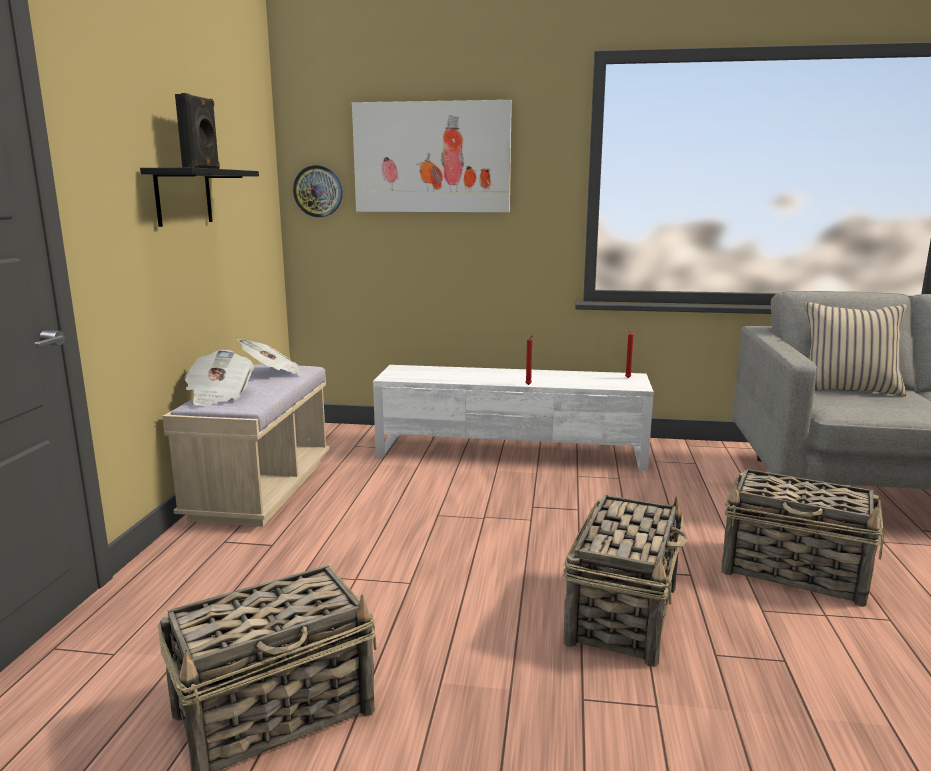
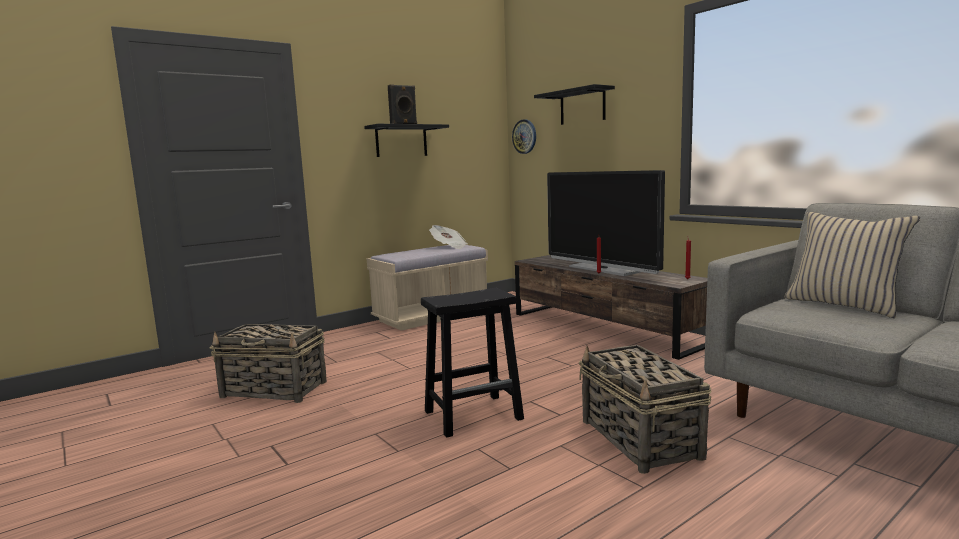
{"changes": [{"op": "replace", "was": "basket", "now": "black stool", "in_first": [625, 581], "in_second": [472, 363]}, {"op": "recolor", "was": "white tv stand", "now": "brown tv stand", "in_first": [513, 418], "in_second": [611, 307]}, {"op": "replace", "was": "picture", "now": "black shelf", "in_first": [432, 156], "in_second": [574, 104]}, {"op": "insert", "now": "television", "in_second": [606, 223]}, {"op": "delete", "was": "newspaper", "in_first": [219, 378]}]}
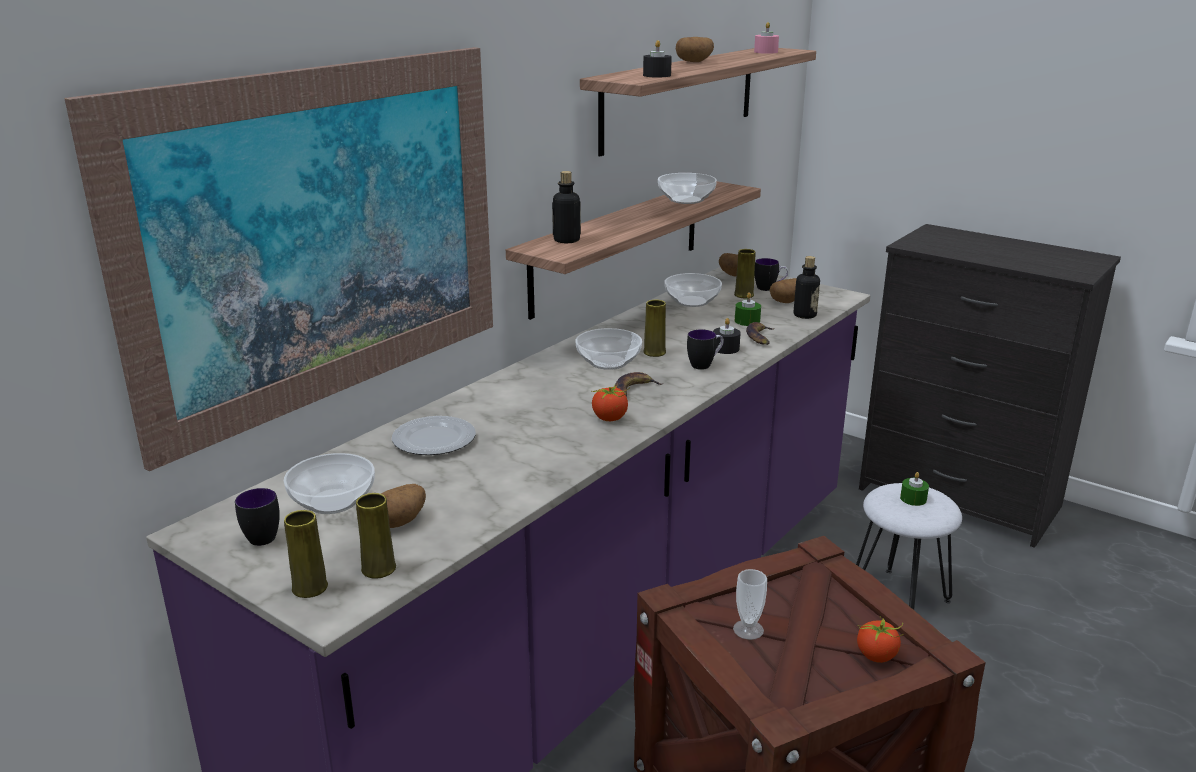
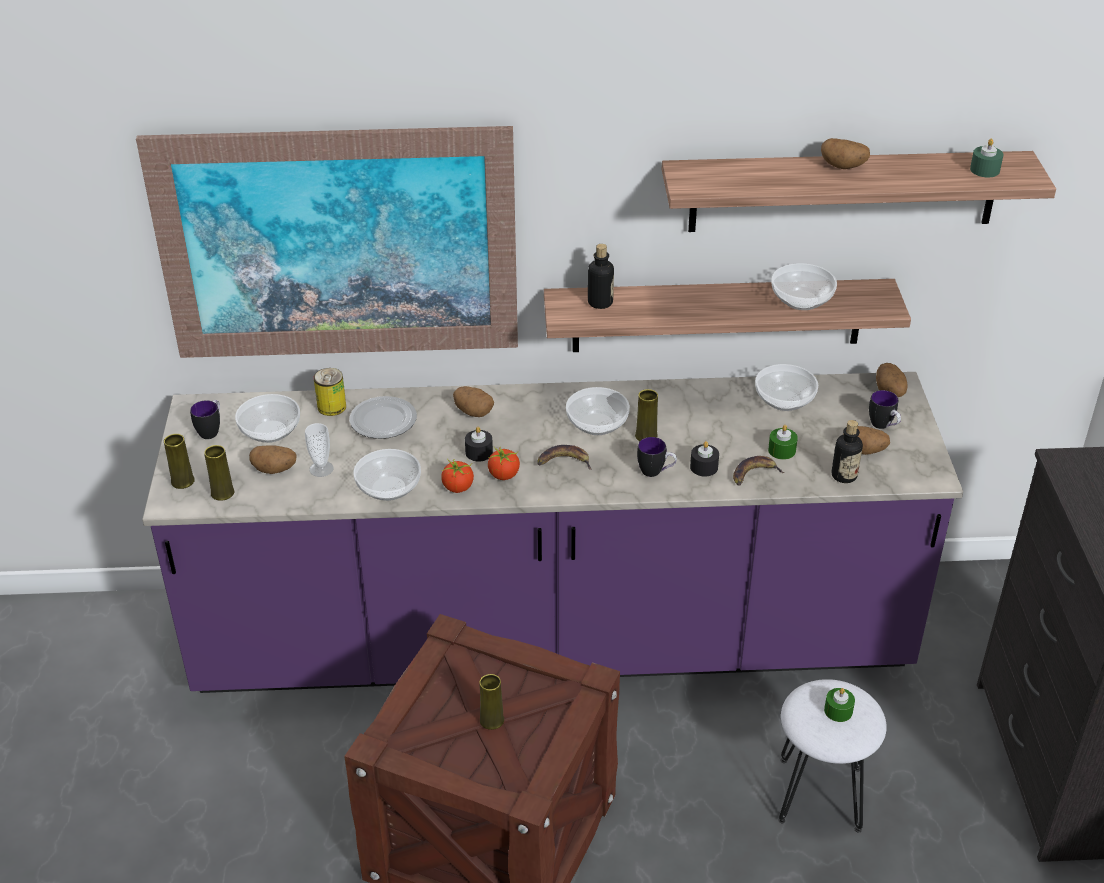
{"changes": [{"op": "move", "was": "cup", "in_first": [750, 604], "in_second": [319, 450]}, {"op": "insert", "now": "can", "in_second": [330, 392]}, {"op": "insert", "now": "bowl", "in_second": [387, 475]}, {"op": "move", "was": "tomato", "in_first": [880, 639], "in_second": [457, 476]}, {"op": "insert", "now": "potato", "in_second": [473, 401]}, {"op": "move", "was": "black candle", "in_first": [657, 59], "in_second": [479, 444]}, {"op": "move", "was": "yellow vase", "in_first": [744, 273], "in_second": [491, 702]}, {"op": "recolor", "was": "pink candle", "now": "green candle", "in_first": [766, 38], "in_second": [986, 158]}]}
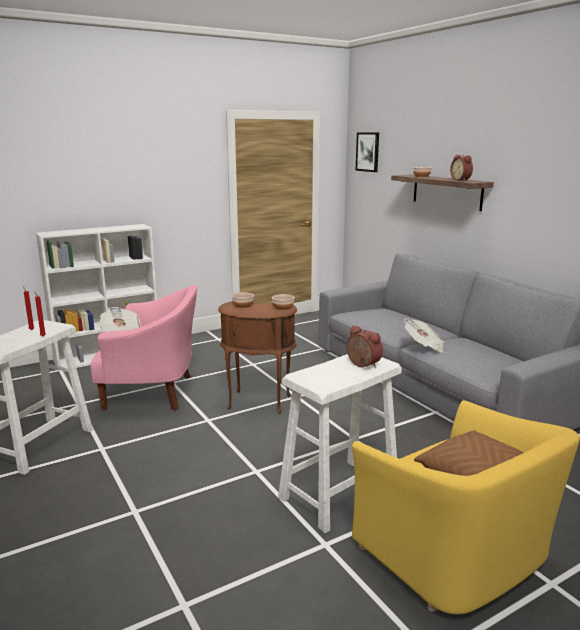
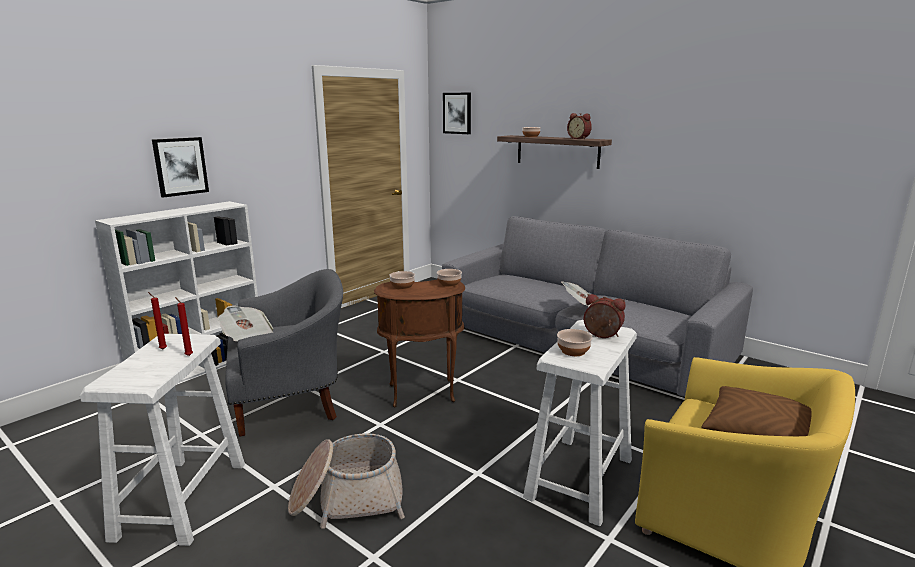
{"changes": [{"op": "insert", "now": "picture", "in_second": [180, 167]}, {"op": "recolor", "was": "pink armchair", "now": "grey armchair", "in_first": [143, 348], "in_second": [284, 353]}, {"op": "insert", "now": "basket", "in_second": [346, 481]}, {"op": "insert", "now": "bowl", "in_second": [575, 342]}]}
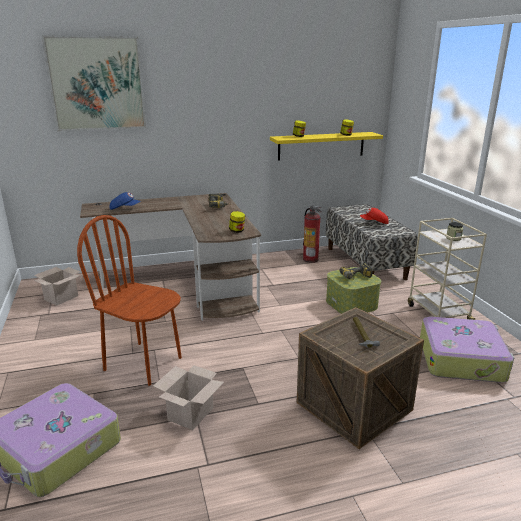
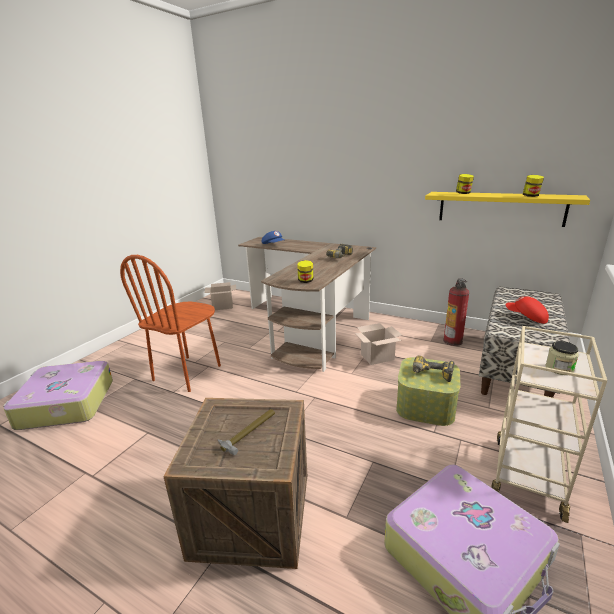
{"changes": [{"op": "rotate", "was": "brown chair", "in_first": [129, 300], "in_second": [170, 323], "clockwise": -135}, {"op": "move", "was": "cardboard box", "in_first": [188, 397], "in_second": [378, 344]}, {"op": "delete", "was": "picture", "in_first": [94, 83]}]}
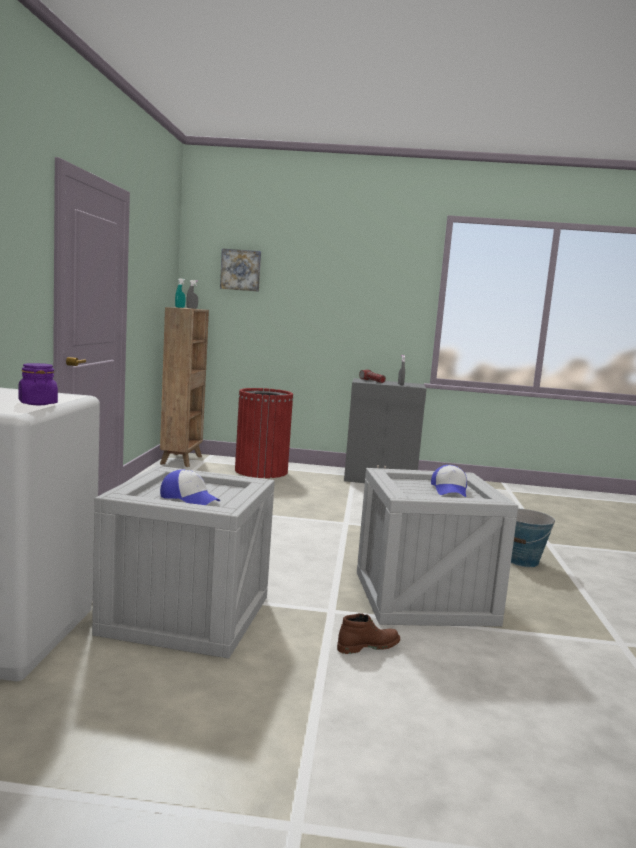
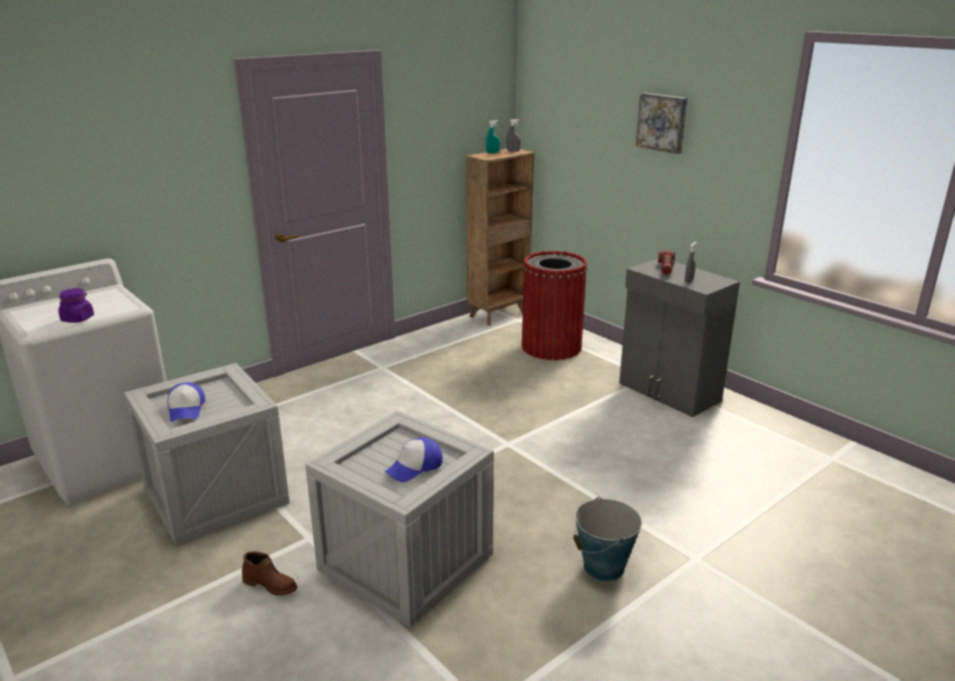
{"changes": [{"op": "move", "was": "picture", "in_first": [240, 270], "in_second": [662, 123]}]}
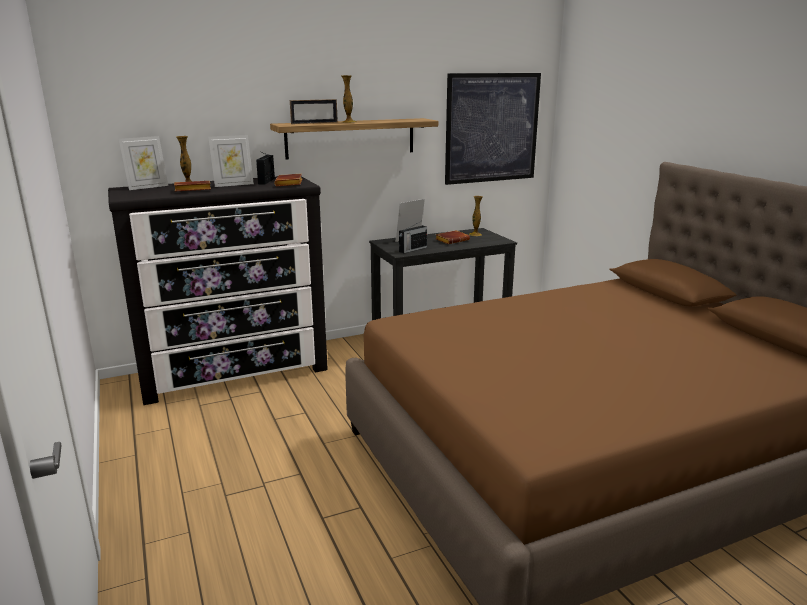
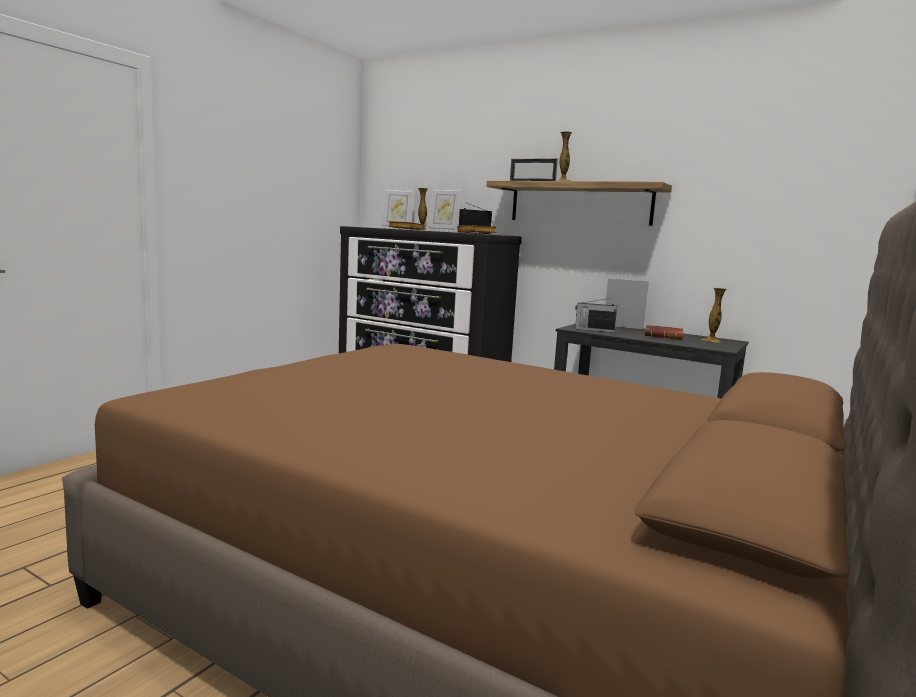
{"changes": [{"op": "delete", "was": "picture", "in_first": [493, 129]}]}
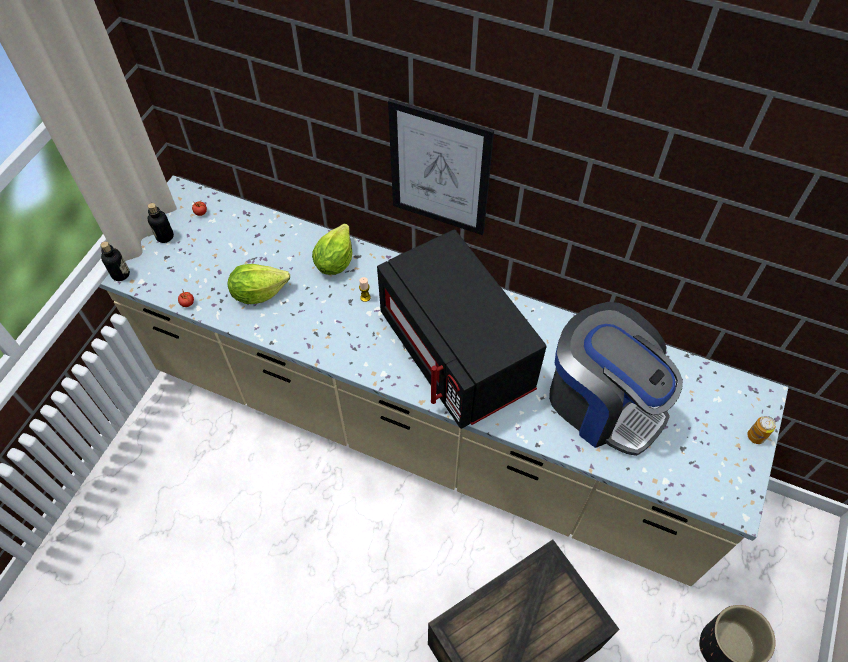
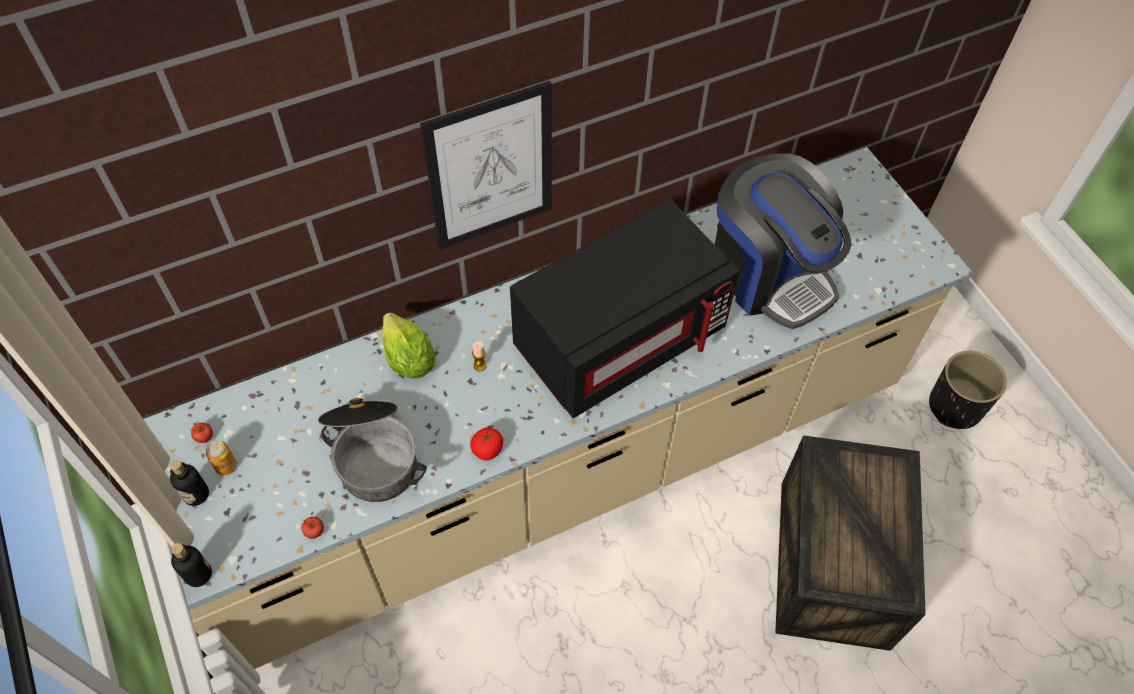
{"changes": [{"op": "move", "was": "can", "in_first": [761, 430], "in_second": [221, 457]}, {"op": "replace", "was": "lettuce", "now": "cooking pot", "in_first": [259, 284], "in_second": [372, 450]}, {"op": "insert", "now": "tomato", "in_second": [486, 443]}, {"op": "rotate", "was": "black microwave", "in_first": [462, 329], "in_second": [625, 309], "clockwise": -45}, {"op": "rotate", "was": "coffee machine", "in_first": [616, 379], "in_second": [783, 241], "clockwise": 60}]}
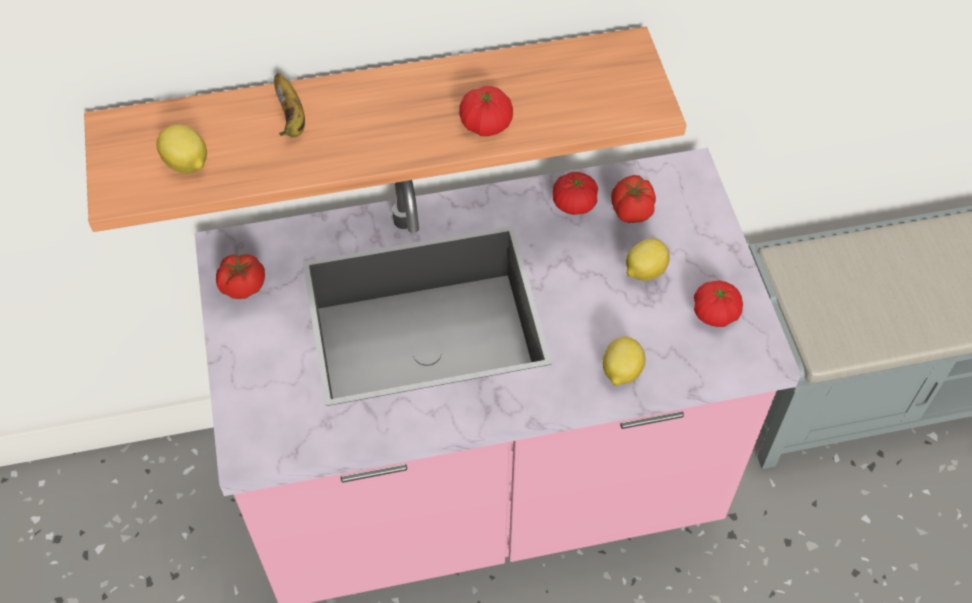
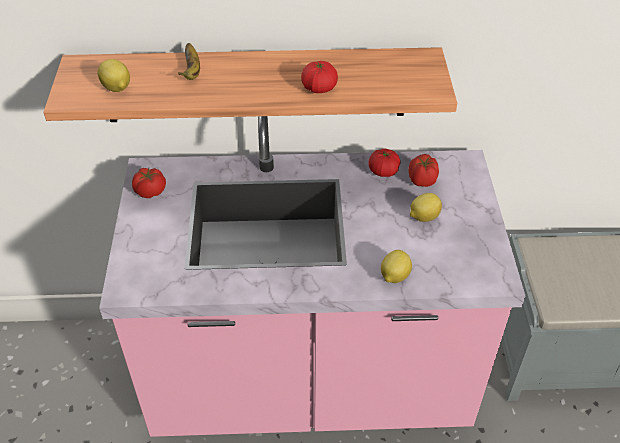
{"changes": [{"op": "delete", "was": "tomato", "in_first": [718, 303]}]}
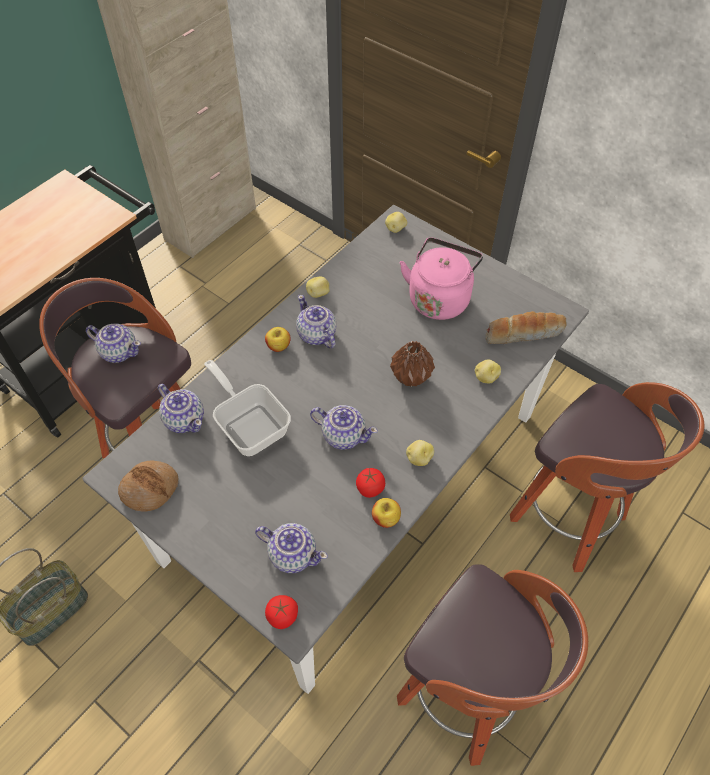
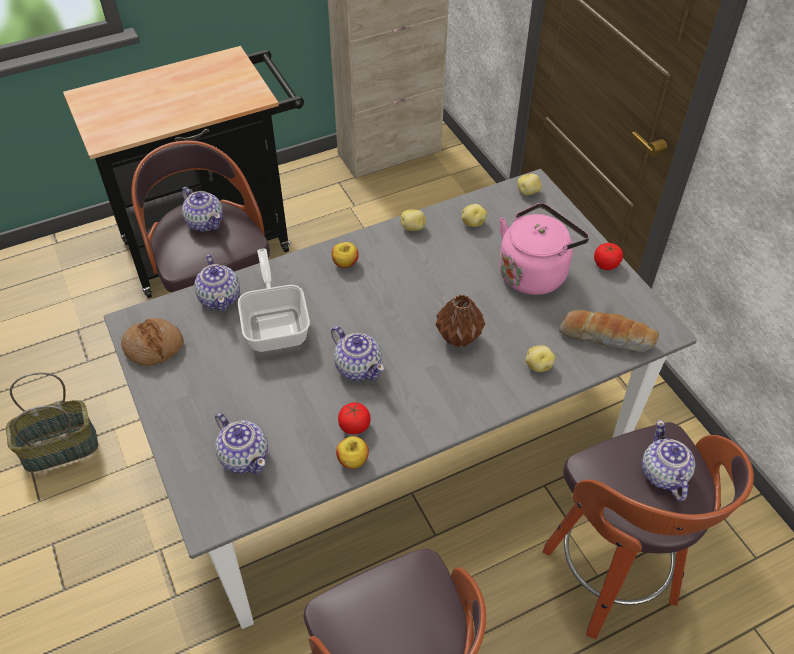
{"changes": [{"op": "move", "was": "potato", "in_first": [420, 453], "in_second": [474, 215]}, {"op": "move", "was": "tomato", "in_first": [281, 612], "in_second": [608, 256]}, {"op": "move", "was": "teapot", "in_first": [316, 321], "in_second": [669, 460]}]}
